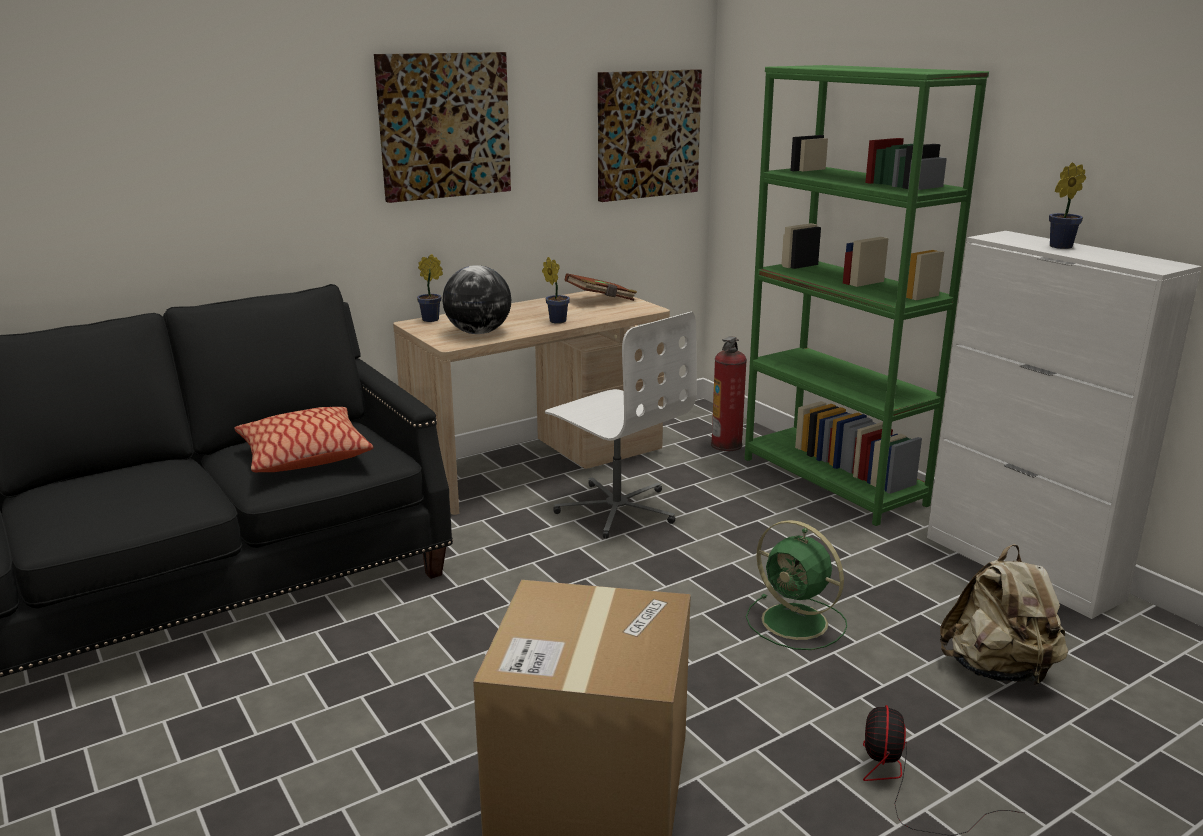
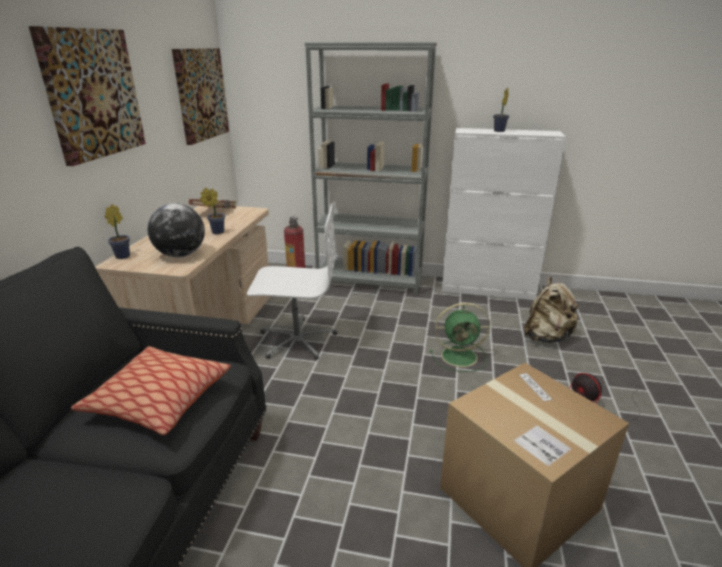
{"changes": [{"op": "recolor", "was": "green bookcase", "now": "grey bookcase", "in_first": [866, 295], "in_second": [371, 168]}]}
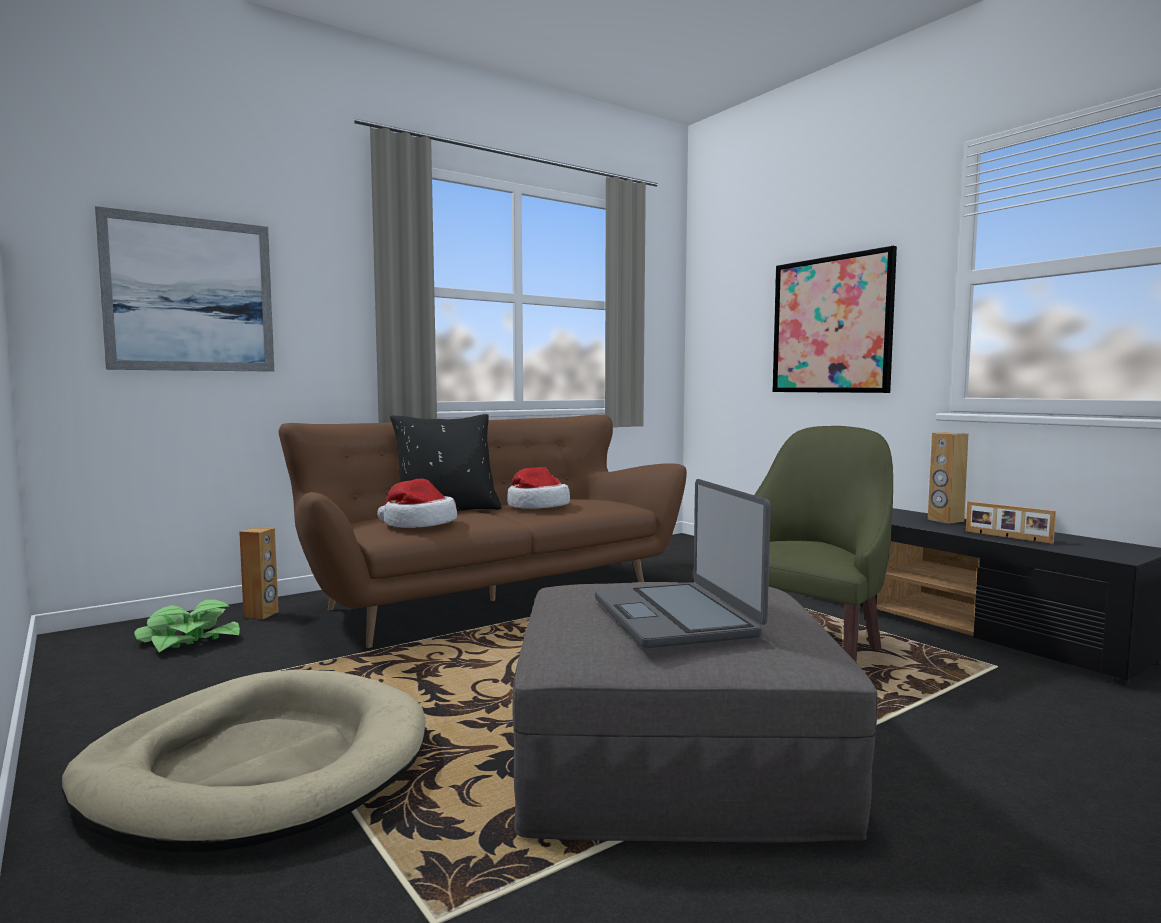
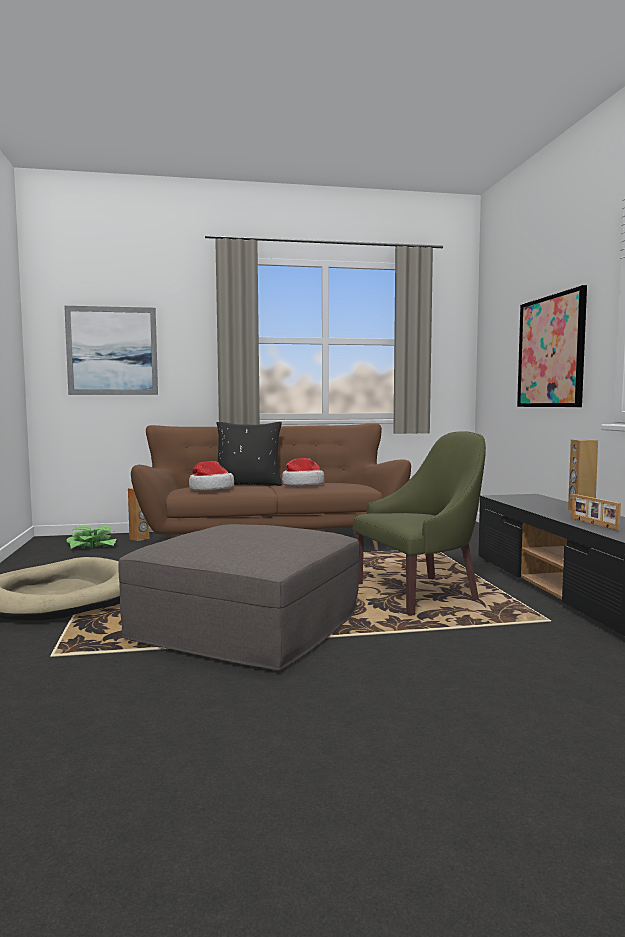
{"changes": [{"op": "delete", "was": "laptop", "in_first": [683, 563]}]}
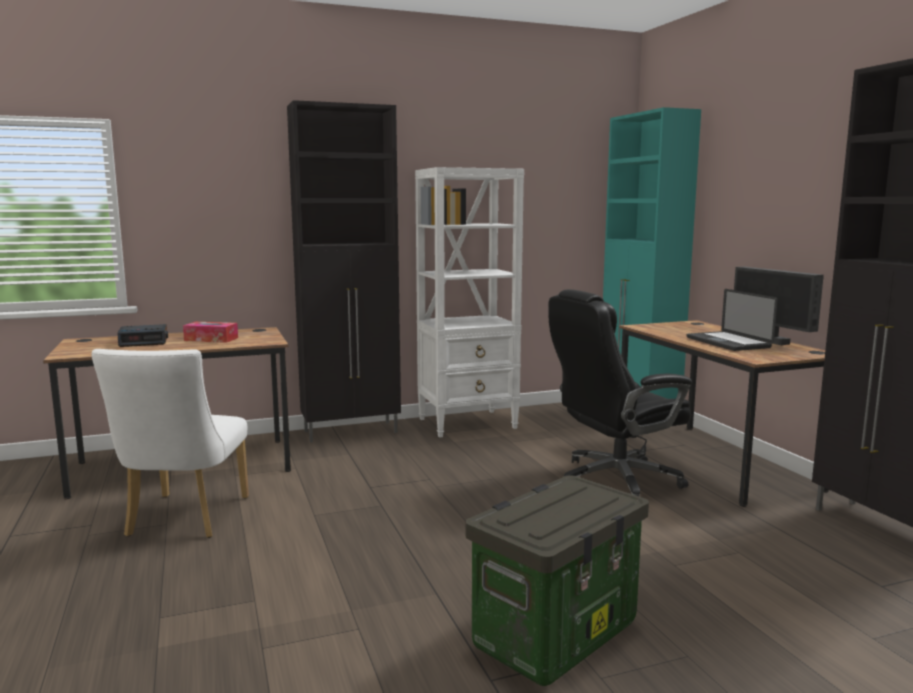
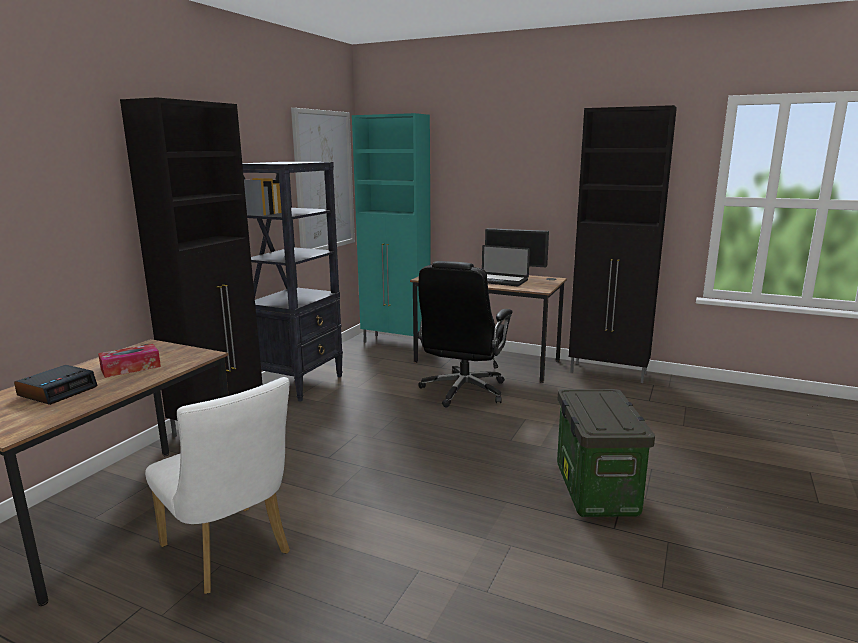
{"changes": [{"op": "recolor", "was": "white bookcase", "now": "black bookcase", "in_first": [469, 302], "in_second": [292, 282]}, {"op": "insert", "now": "picture", "in_second": [323, 179]}]}
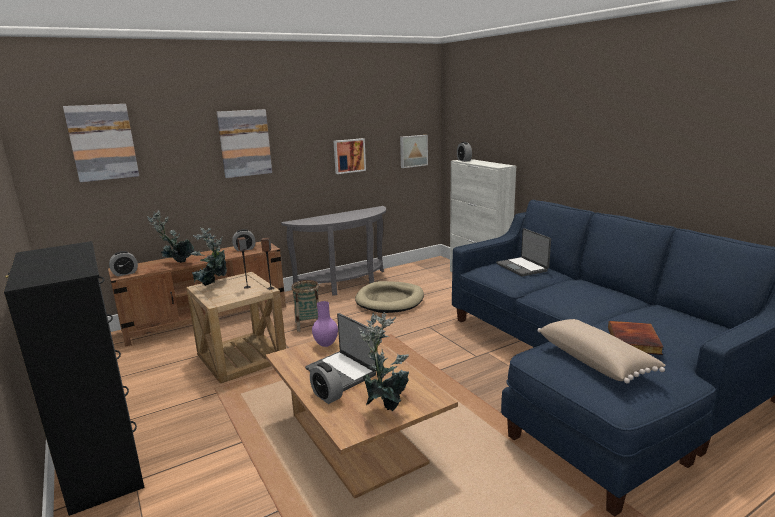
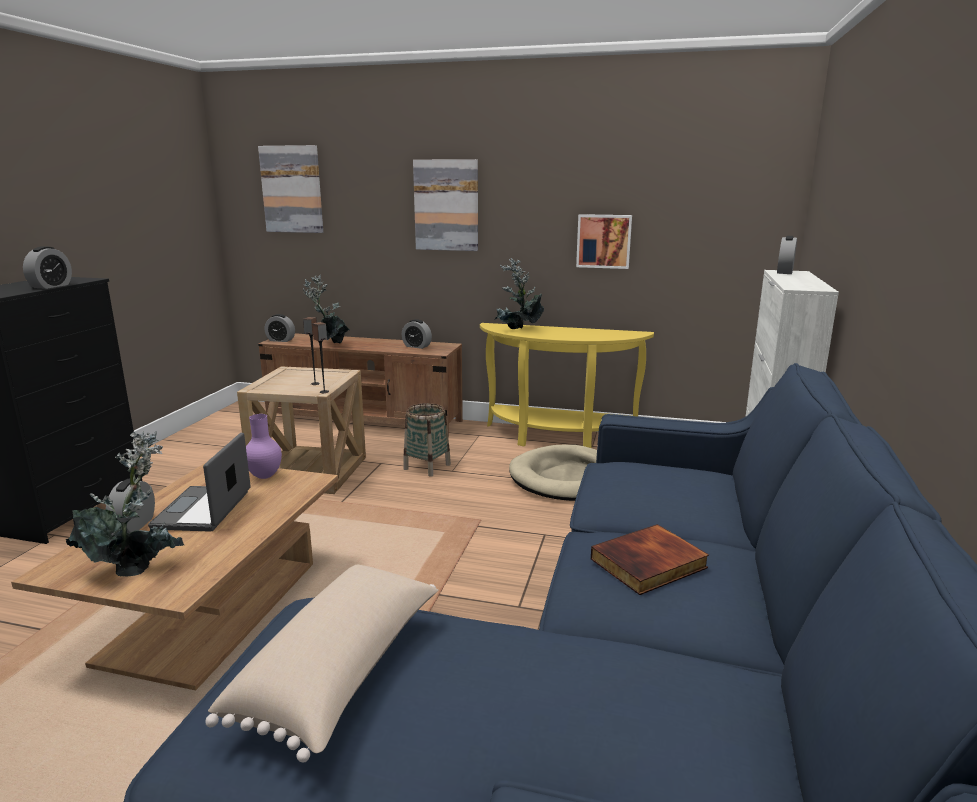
{"changes": [{"op": "insert", "now": "alarm clock", "in_second": [47, 267]}, {"op": "recolor", "was": "grey console table", "now": "yellow console table", "in_first": [333, 251], "in_second": [567, 385]}, {"op": "move", "was": "potted plant", "in_first": [209, 256], "in_second": [519, 293]}, {"op": "move", "was": "book", "in_first": [635, 338], "in_second": [650, 559]}, {"op": "delete", "was": "picture", "in_first": [414, 151]}, {"op": "delete", "was": "laptop", "in_first": [523, 252]}]}
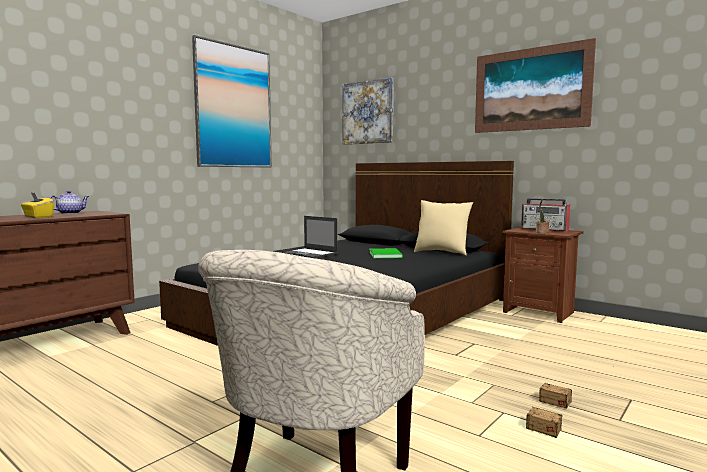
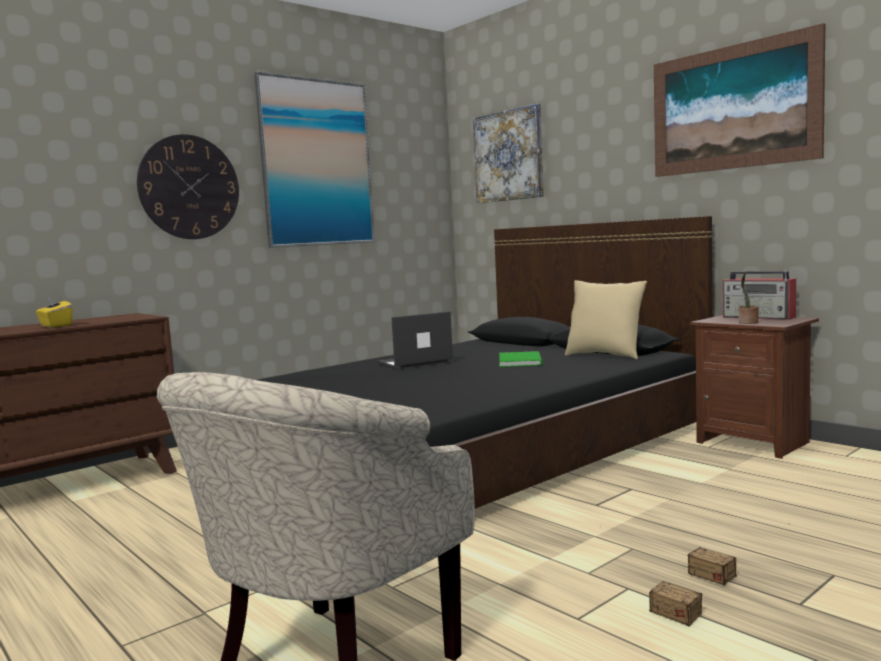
{"changes": [{"op": "insert", "now": "wall clock", "in_second": [188, 186]}, {"op": "rotate", "was": "laptop", "in_first": [309, 237], "in_second": [415, 340], "clockwise": 105}, {"op": "delete", "was": "teapot", "in_first": [69, 202]}]}
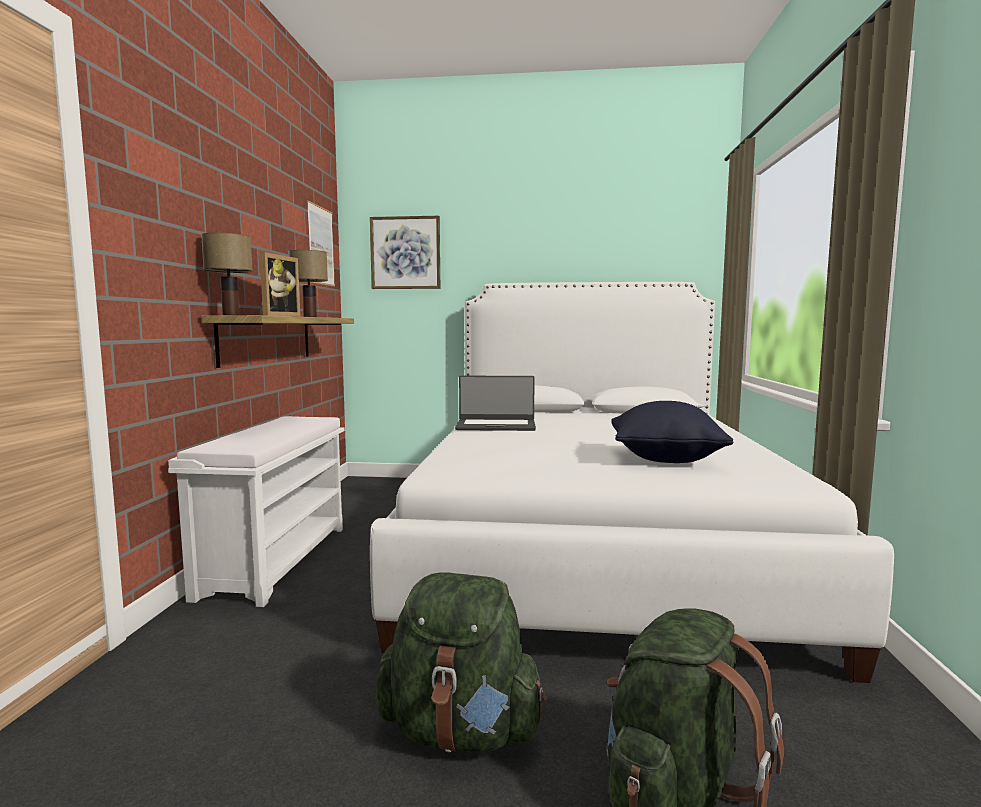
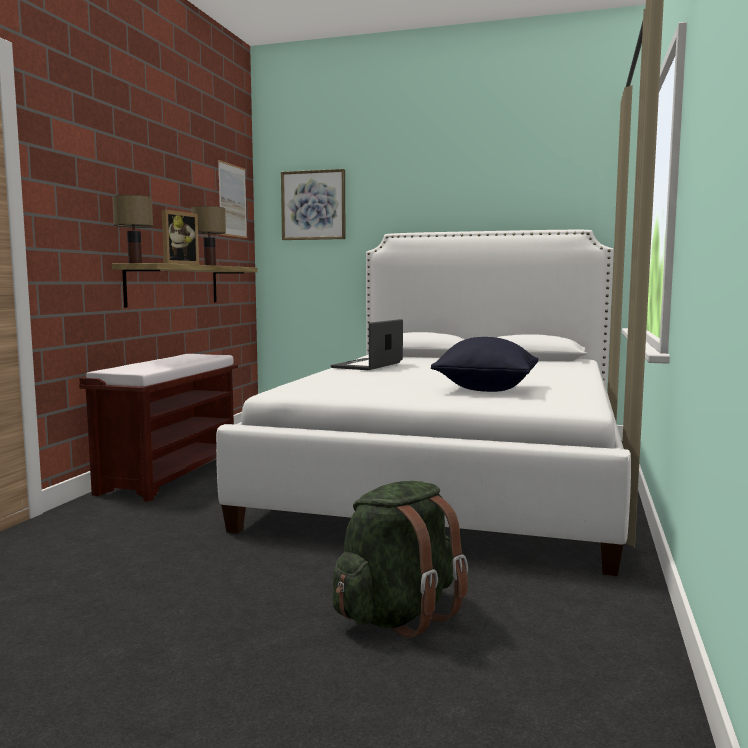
{"changes": [{"op": "recolor", "was": "white bench", "now": "brown bench", "in_first": [256, 511], "in_second": [158, 428]}, {"op": "rotate", "was": "laptop", "in_first": [495, 403], "in_second": [367, 344], "clockwise": 105}, {"op": "delete", "was": "green backpack", "in_first": [461, 662]}]}
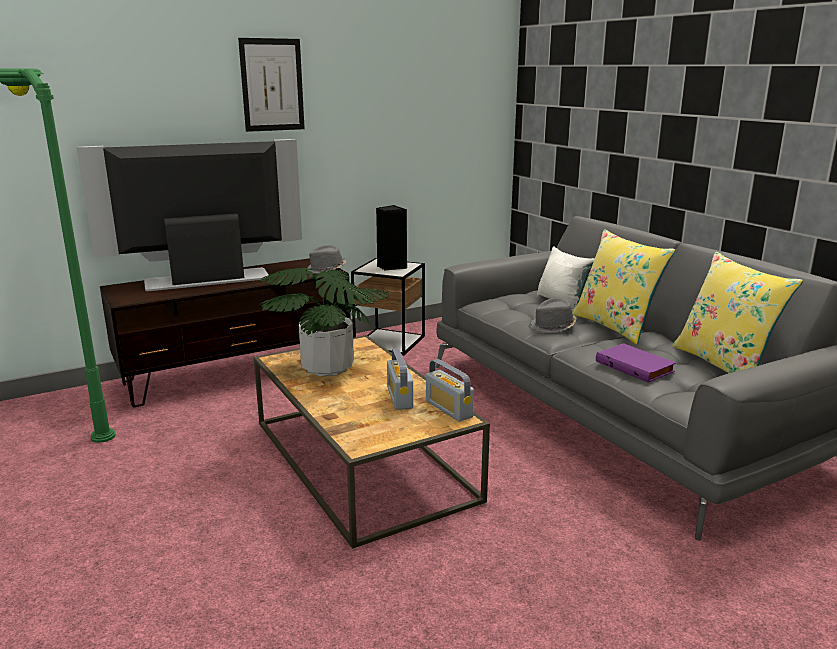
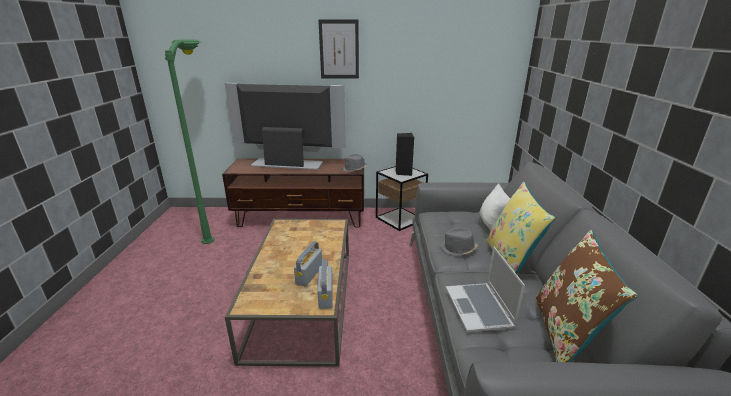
{"changes": [{"op": "replace", "was": "purple book", "now": "laptop", "in_first": [636, 363], "in_second": [485, 289]}, {"op": "recolor", "was": "yellow pillow", "now": "brown pillow", "in_first": [737, 312], "in_second": [586, 296]}, {"op": "delete", "was": "potted plant", "in_first": [324, 322]}]}
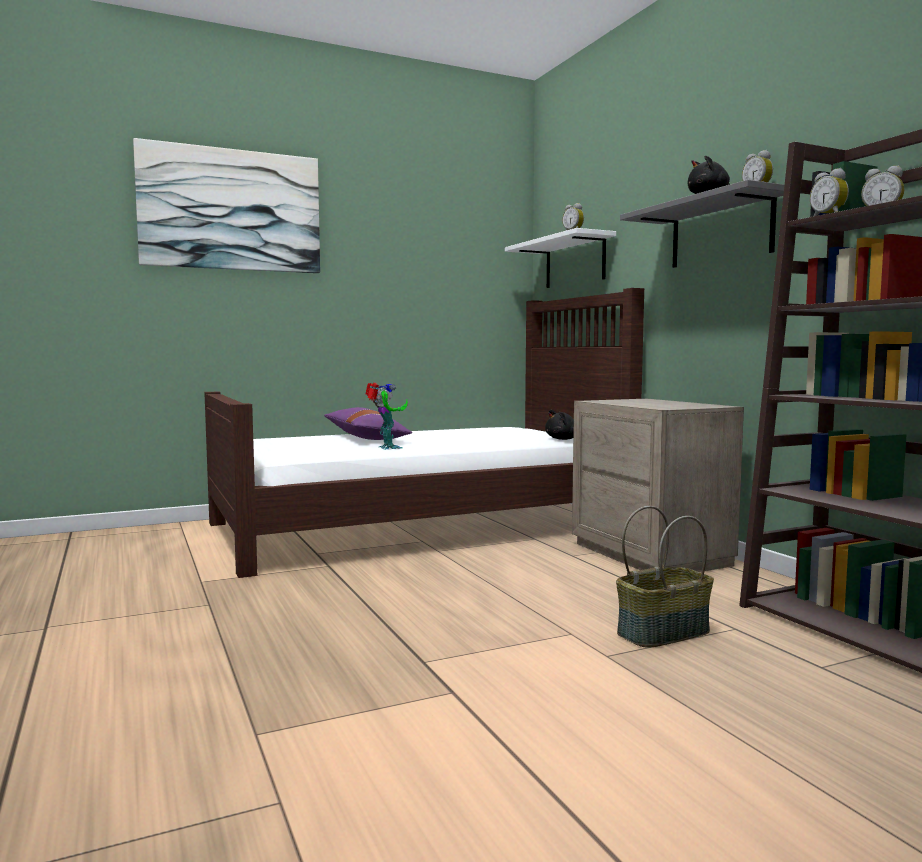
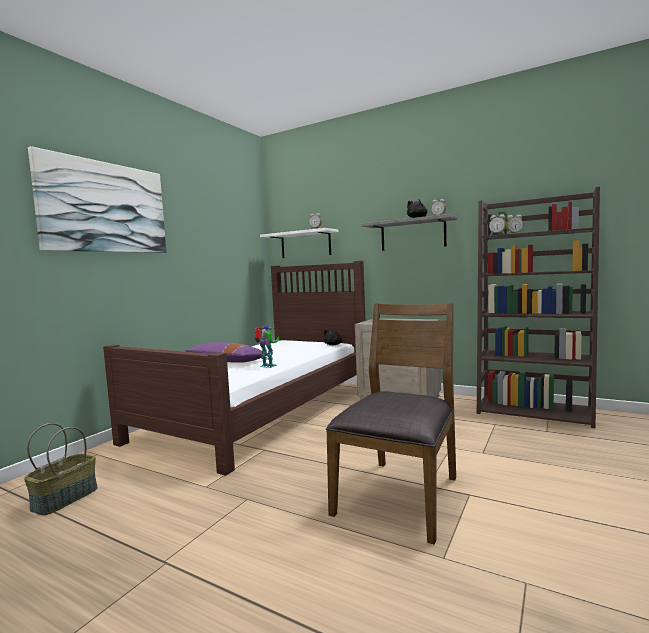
{"changes": [{"op": "move", "was": "basket", "in_first": [665, 577], "in_second": [61, 469]}, {"op": "insert", "now": "brown chair", "in_second": [391, 424]}]}
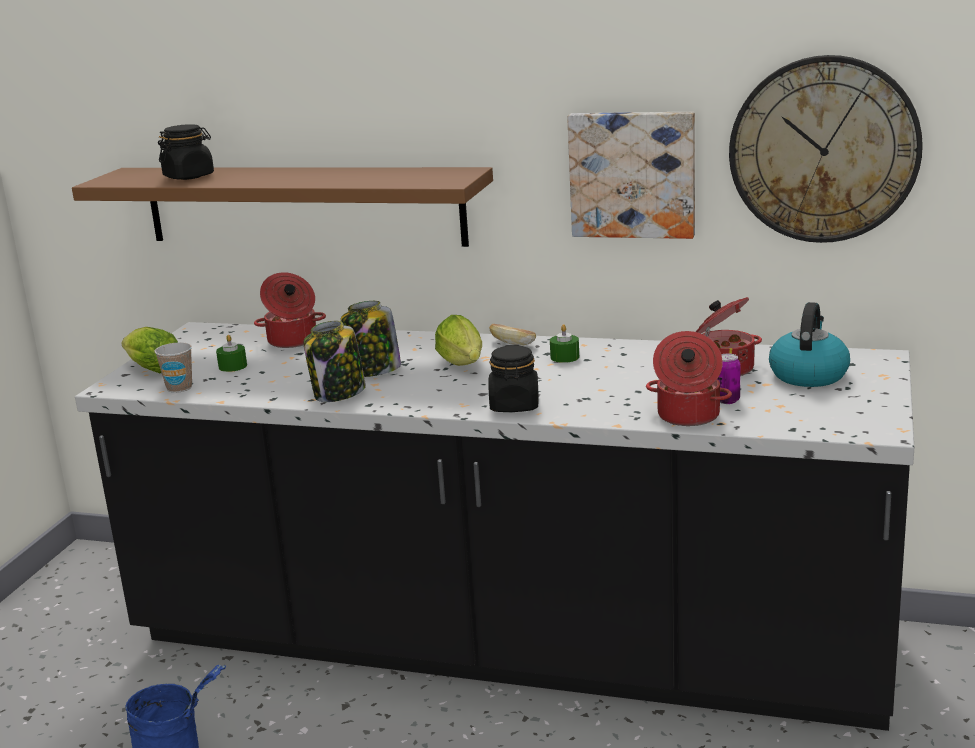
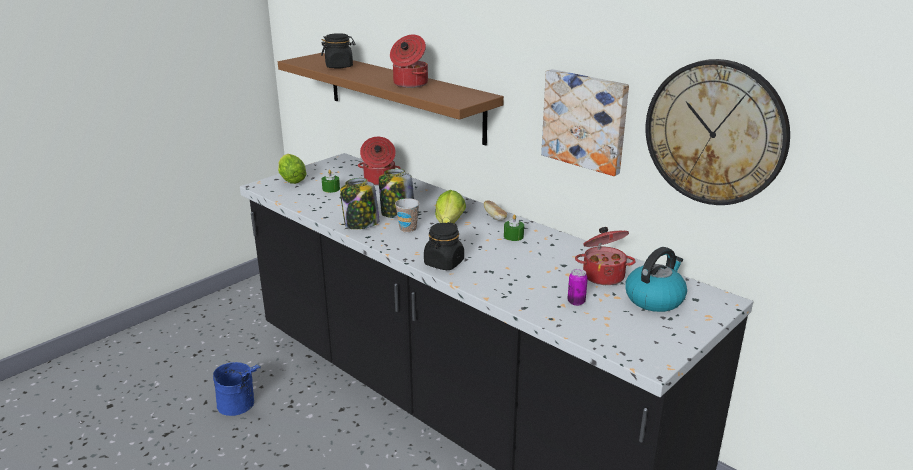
{"changes": [{"op": "move", "was": "cooking pot", "in_first": [689, 378], "in_second": [409, 61]}, {"op": "move", "was": "cup", "in_first": [173, 367], "in_second": [407, 215]}]}
